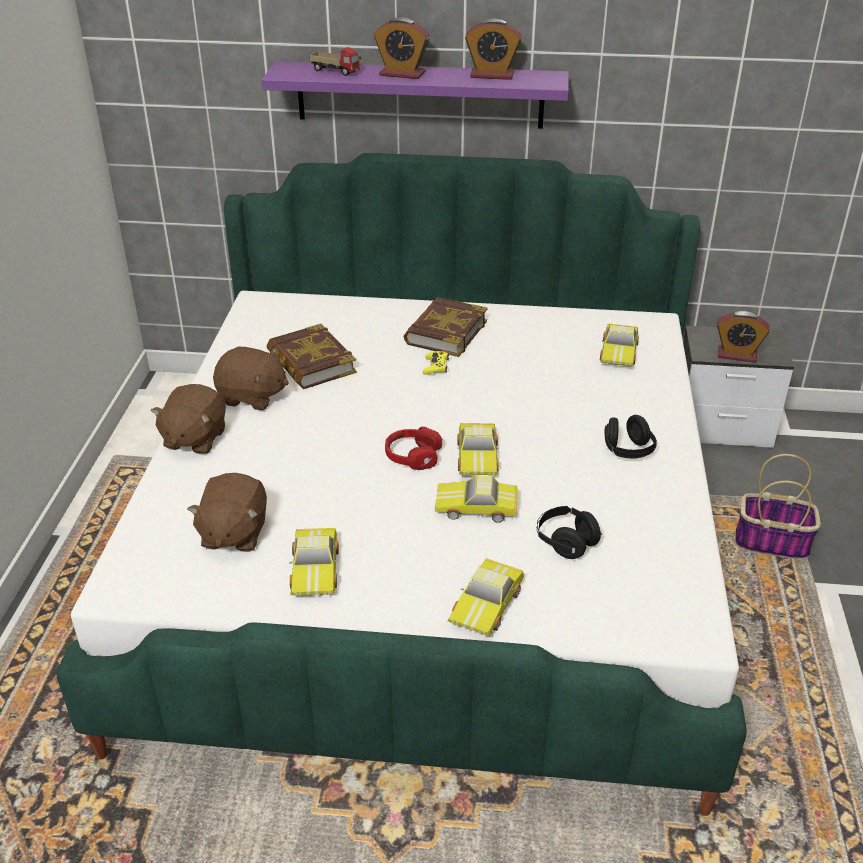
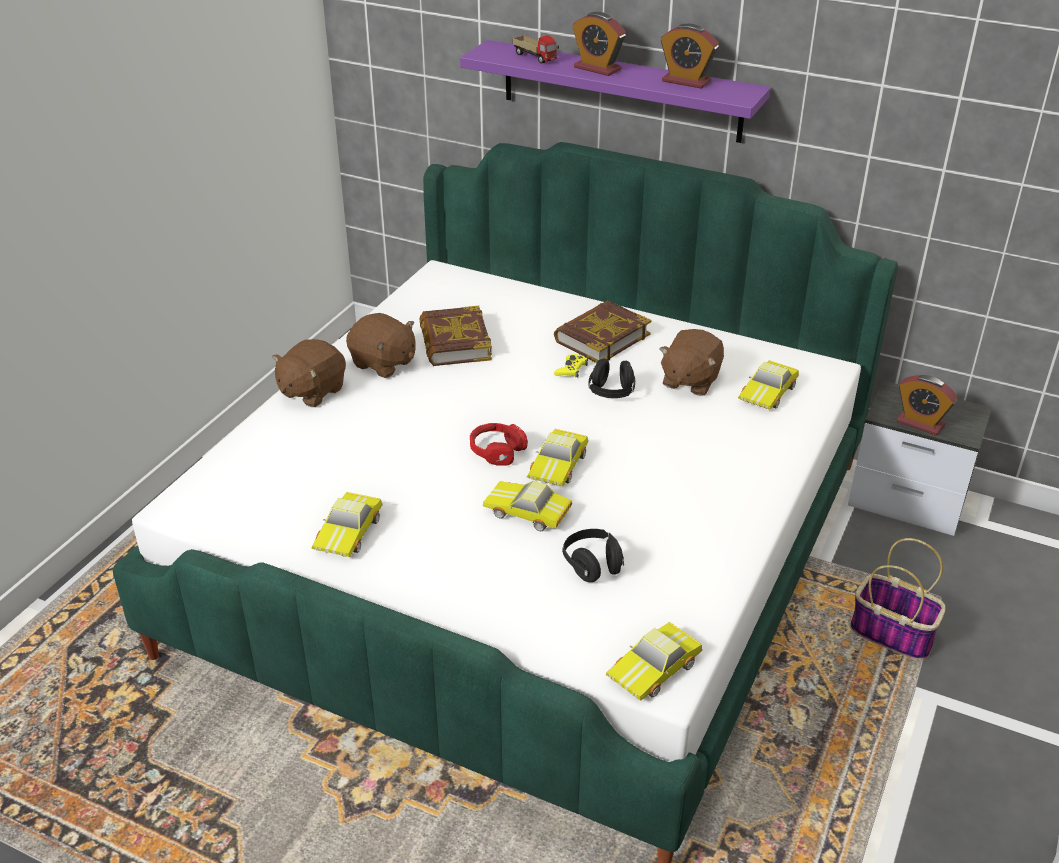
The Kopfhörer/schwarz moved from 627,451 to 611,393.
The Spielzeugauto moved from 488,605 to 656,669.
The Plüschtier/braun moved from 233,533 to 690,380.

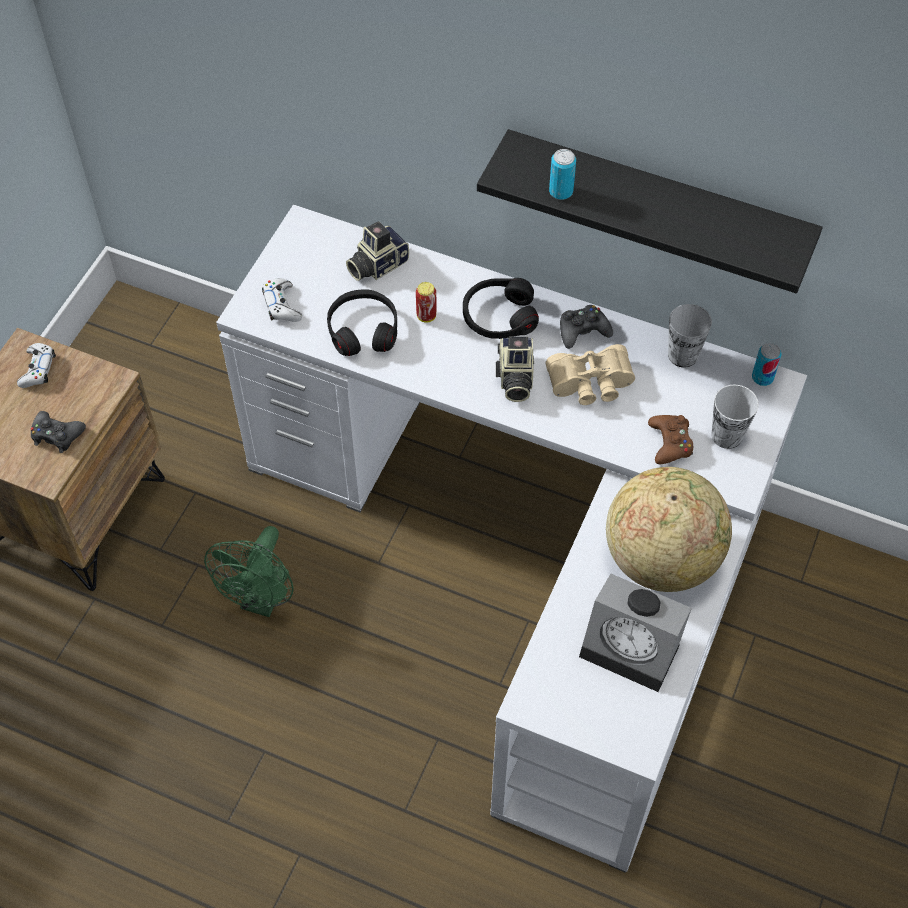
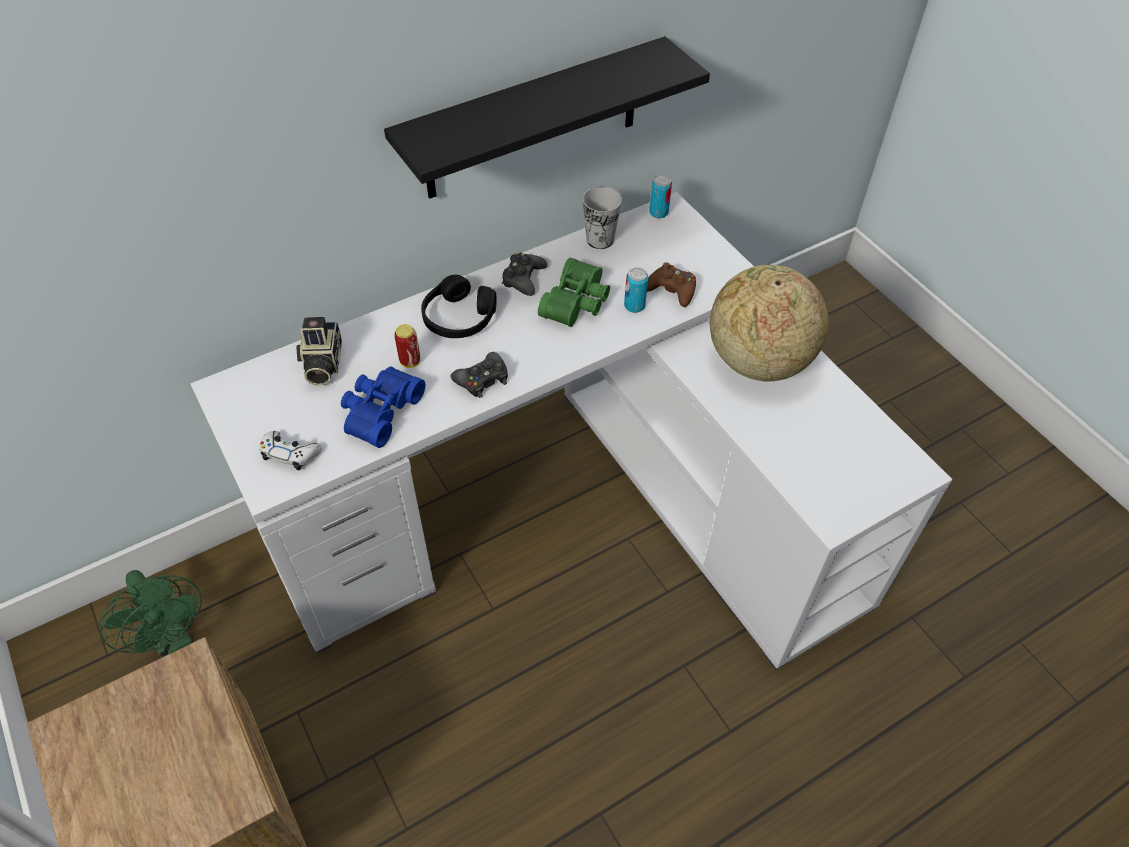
The Ventilator/grün moved from 262,600 to 172,638.
The Kopfhörer/schwarz at 363,330 was replaced by the Fernglas/blau at 379,411.
The Gamepad/schwarz moved from 57,435 to 482,379.
The Fernglas/beige at 591,385 became the Fernglas/grün at 578,303.
The Dose moved from 561,191 to 634,306.
The Gamepad/weiß at 37,369 disappeared.
The Kamera at 514,378 disappeared.
The Wecker at 634,648 disappeared.
The Tasse at 727,435 disappeared.

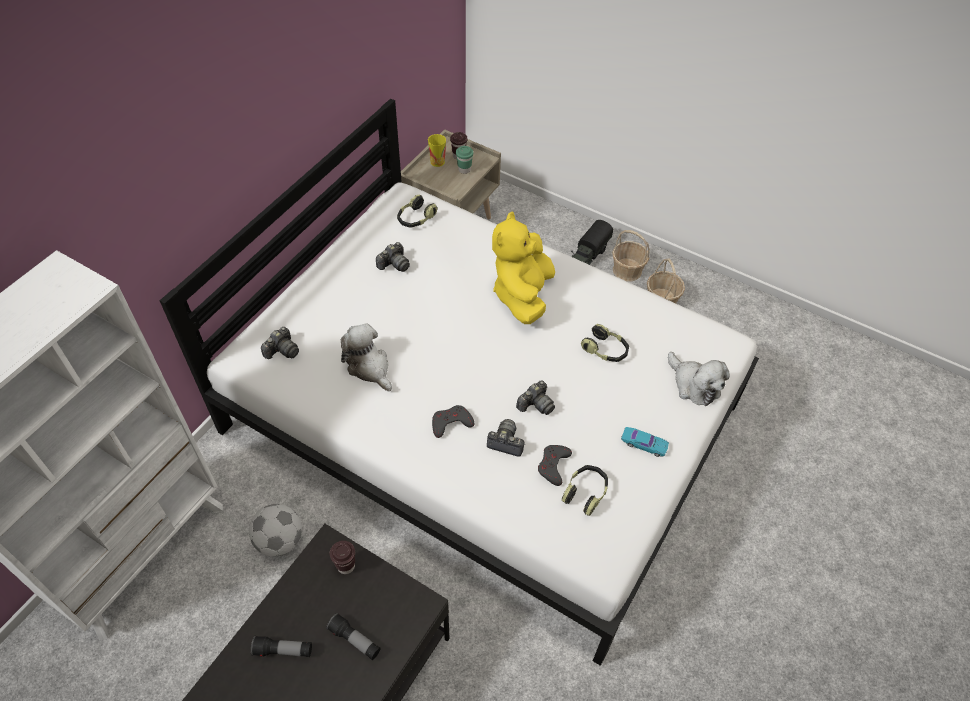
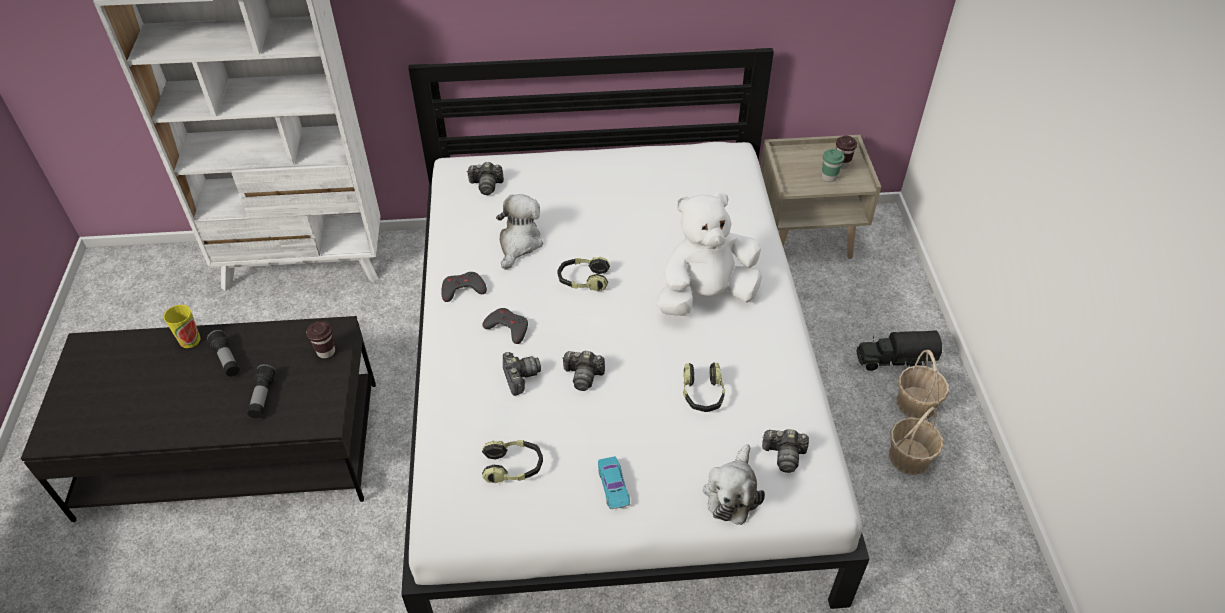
The Tasse moved from 437,162 to 190,340.
The Gamepad/grau moved from 553,466 to 463,289.
The Kopfhörer moved from 416,218 to 583,280.
The Plüschtier/gelb at 522,295 became the Plüschtier/weiß at 705,295.
The Kamera moved from 394,264 to 784,455.
The Fußball at 280,540 disappeared.

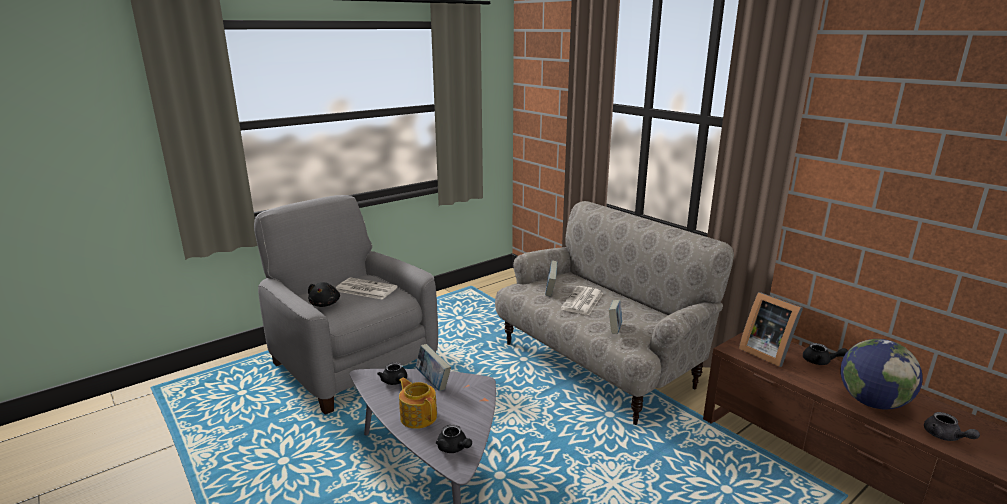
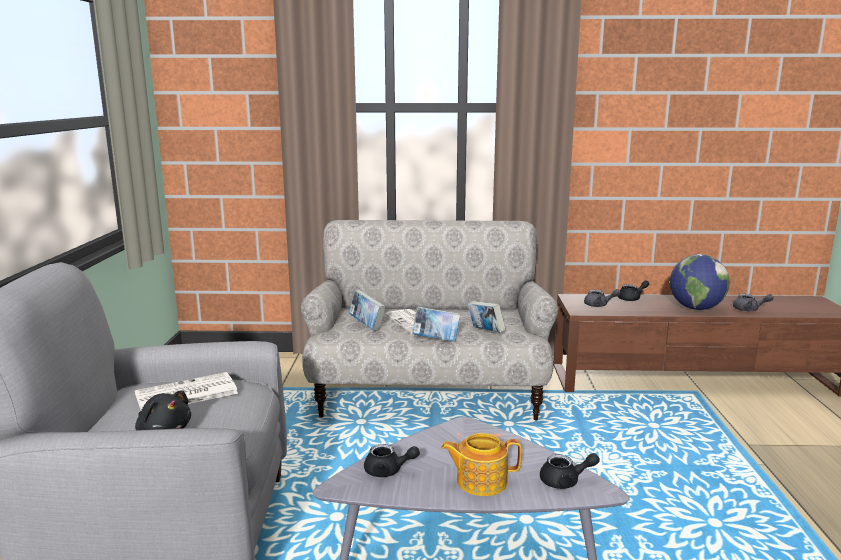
The Buch moved from 433,382 to 436,340.
The Bilderrahmen at 766,352 was replaced by the Teekanne/grau at 599,305.

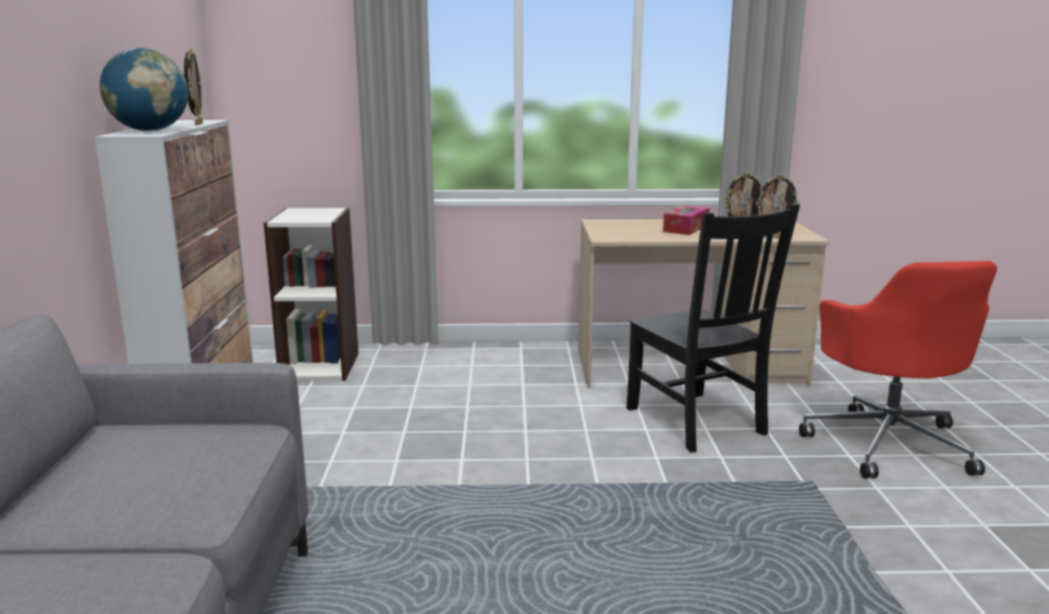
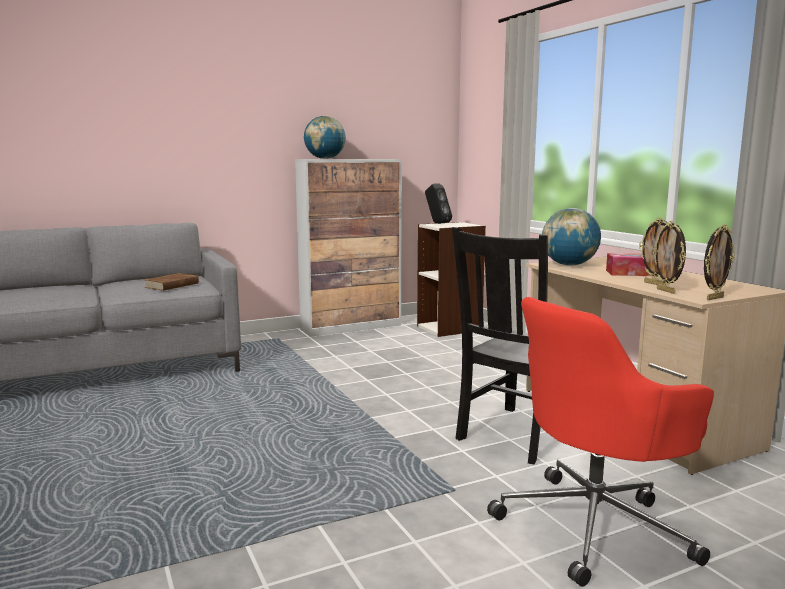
The Buch/braun at 172,285 appeared.
The Lautsprecher/schwarz at 436,223 appeared.
The Globus at 569,265 appeared.
The Bilderrahmen moved from 197,124 to 714,298.

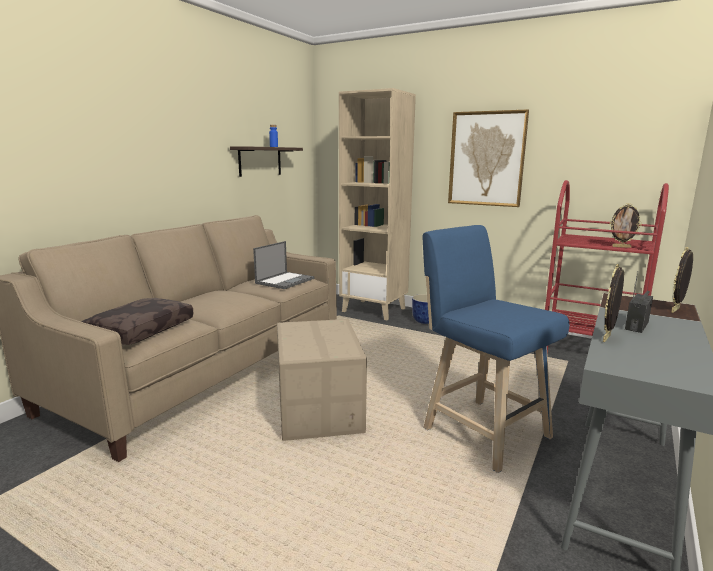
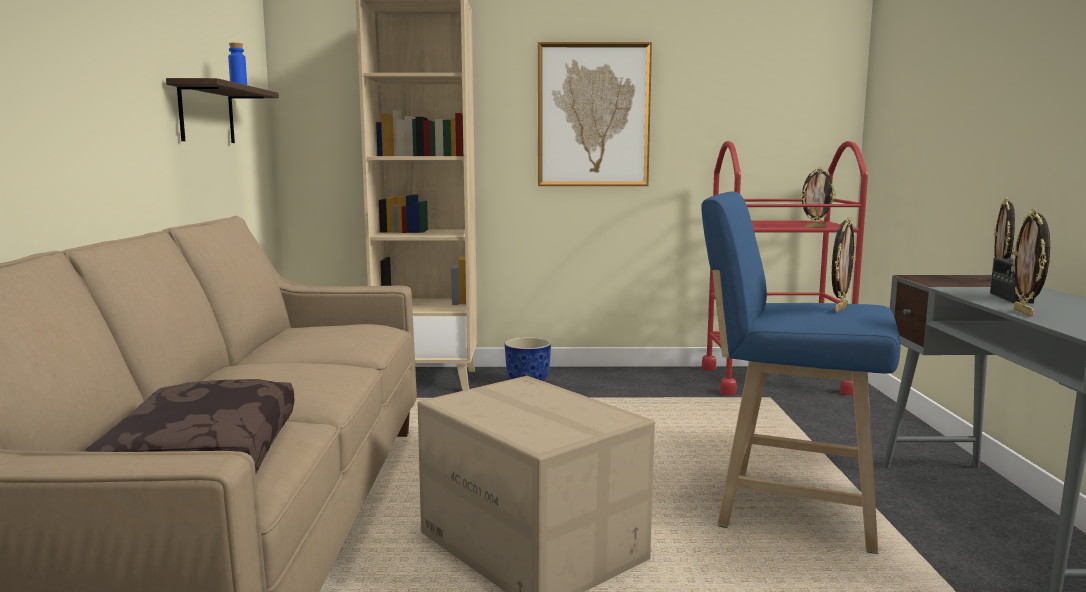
The Bilderrahmen at 839,309 appeared.
The Laptop at 285,281 disappeared.

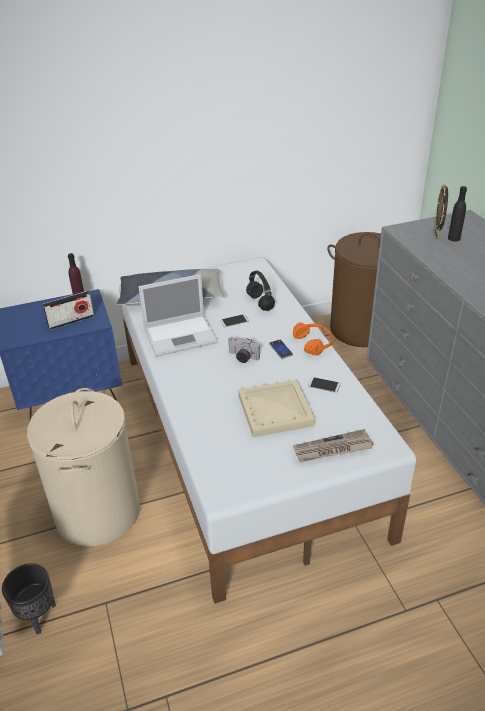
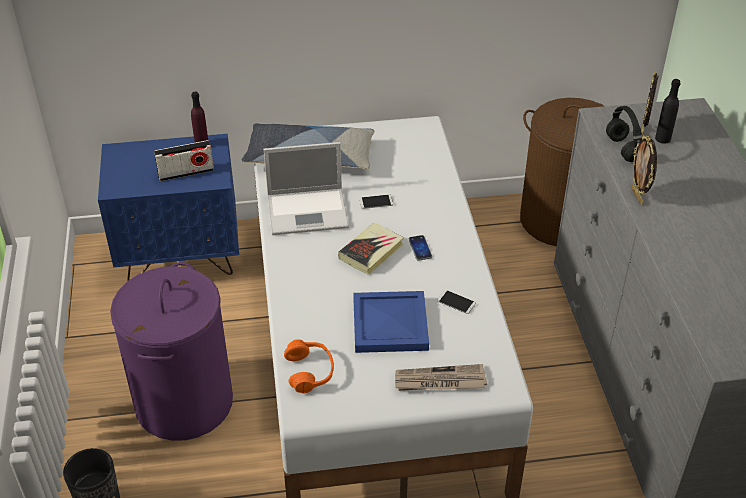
The Wäschekorb/beige at 98,512 became the Wäschekorb/lila at 184,403.
The Kopfhörer/orange moved from 313,343 to 310,372.
The Kamera at 242,357 was replaced by the Buch at 371,252.
The Tablett/beige at 276,409 became the Tablett/blau at 391,323.
The Kopfhörer/schwarz moved from 261,303 to 623,149.
The Bilderrahmen at 638,196 appeared.

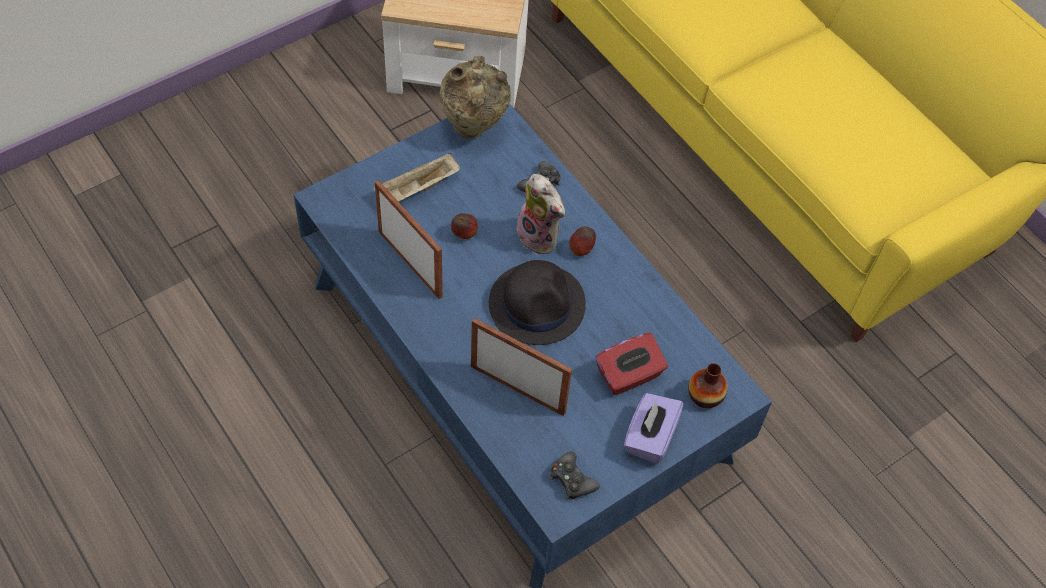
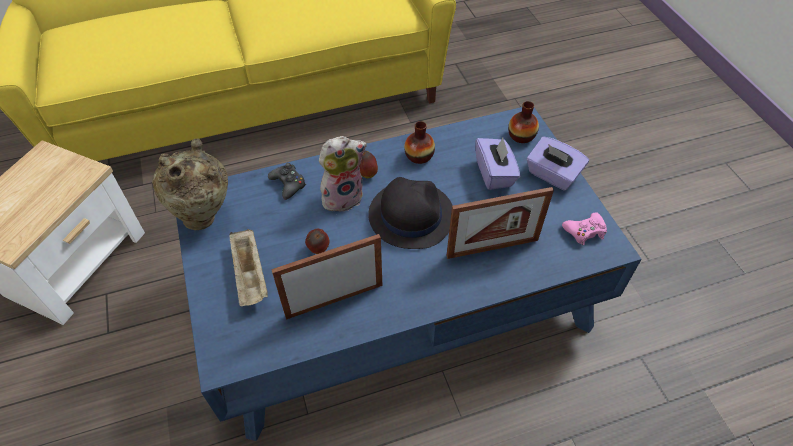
The Vase at 419,156 appeared.
The Bilderrahmen at 517,389 turned 150 degrees counterclockwise.
The Taschentuchbox/rot at 629,375 became the Taschentuchbox/lila at 494,173.
The Gamepad/schwarz at 572,480 became the Gamepad/rosa at 585,231.

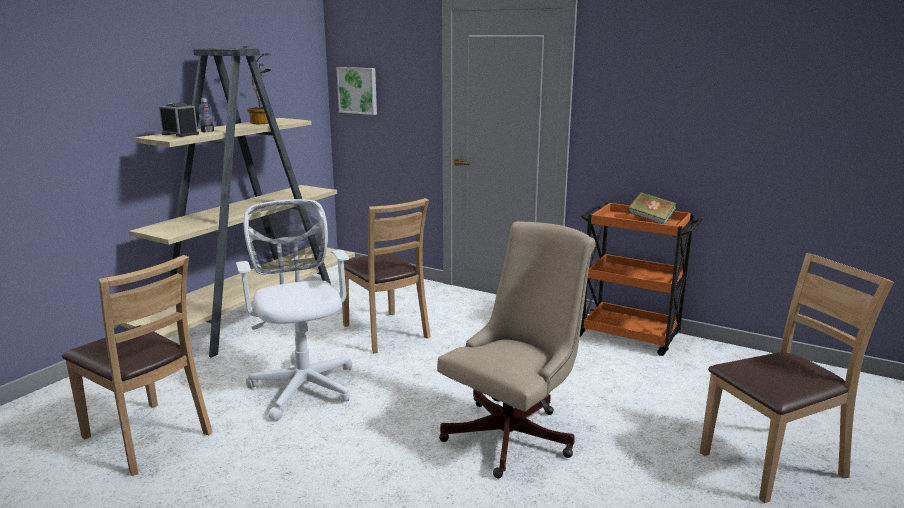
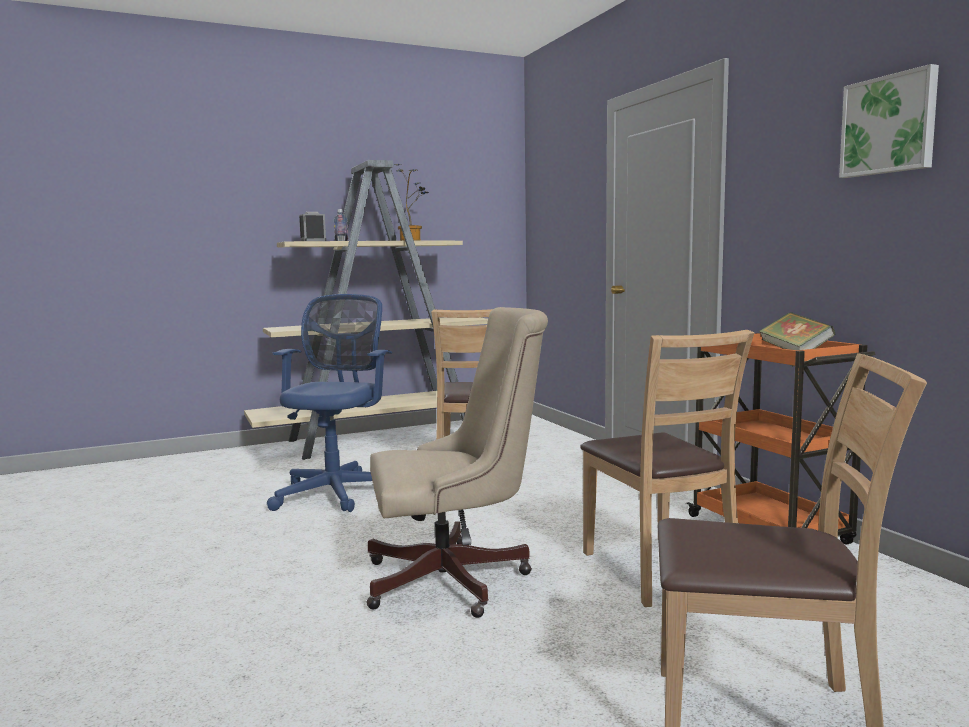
The Bürostuhl/weiß at 303,384 became the Bürostuhl/blau at 336,492.
The Stuhl/braun moved from 147,436 to 658,570.
The Bild moved from 358,90 to 889,125.

